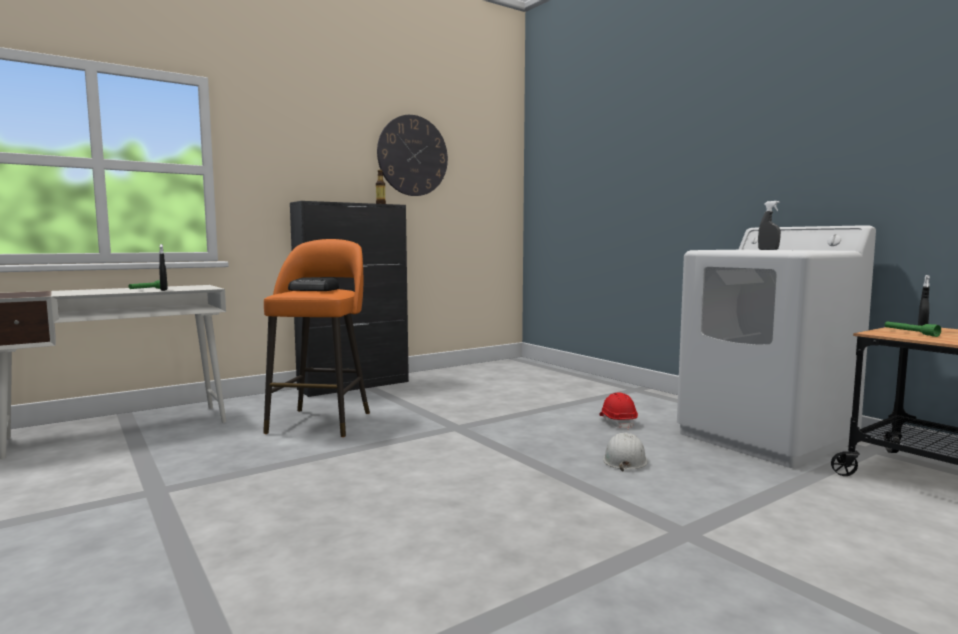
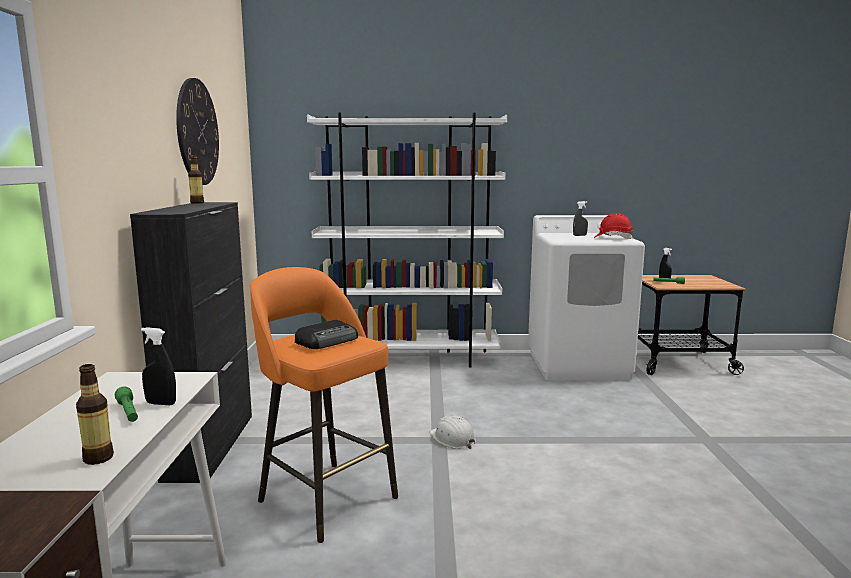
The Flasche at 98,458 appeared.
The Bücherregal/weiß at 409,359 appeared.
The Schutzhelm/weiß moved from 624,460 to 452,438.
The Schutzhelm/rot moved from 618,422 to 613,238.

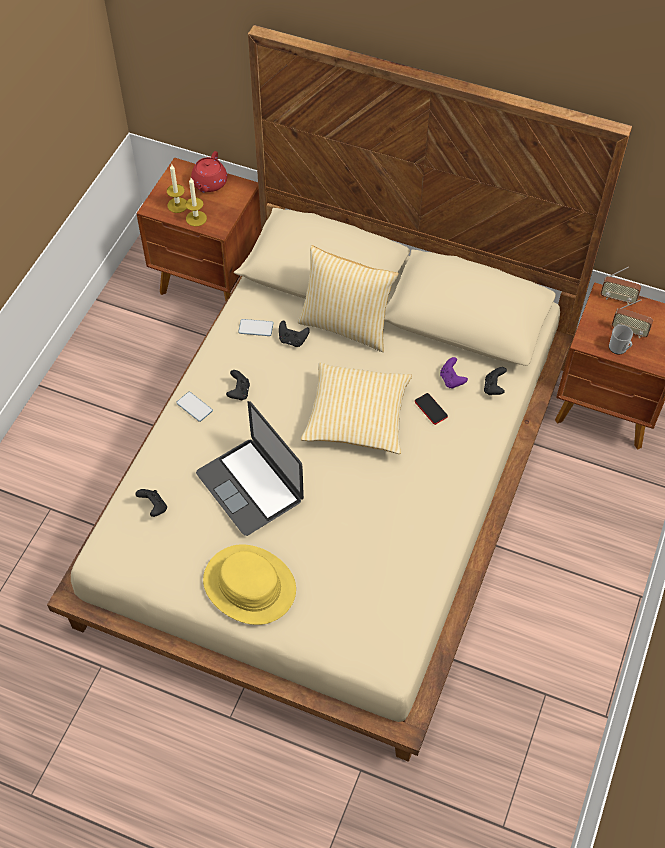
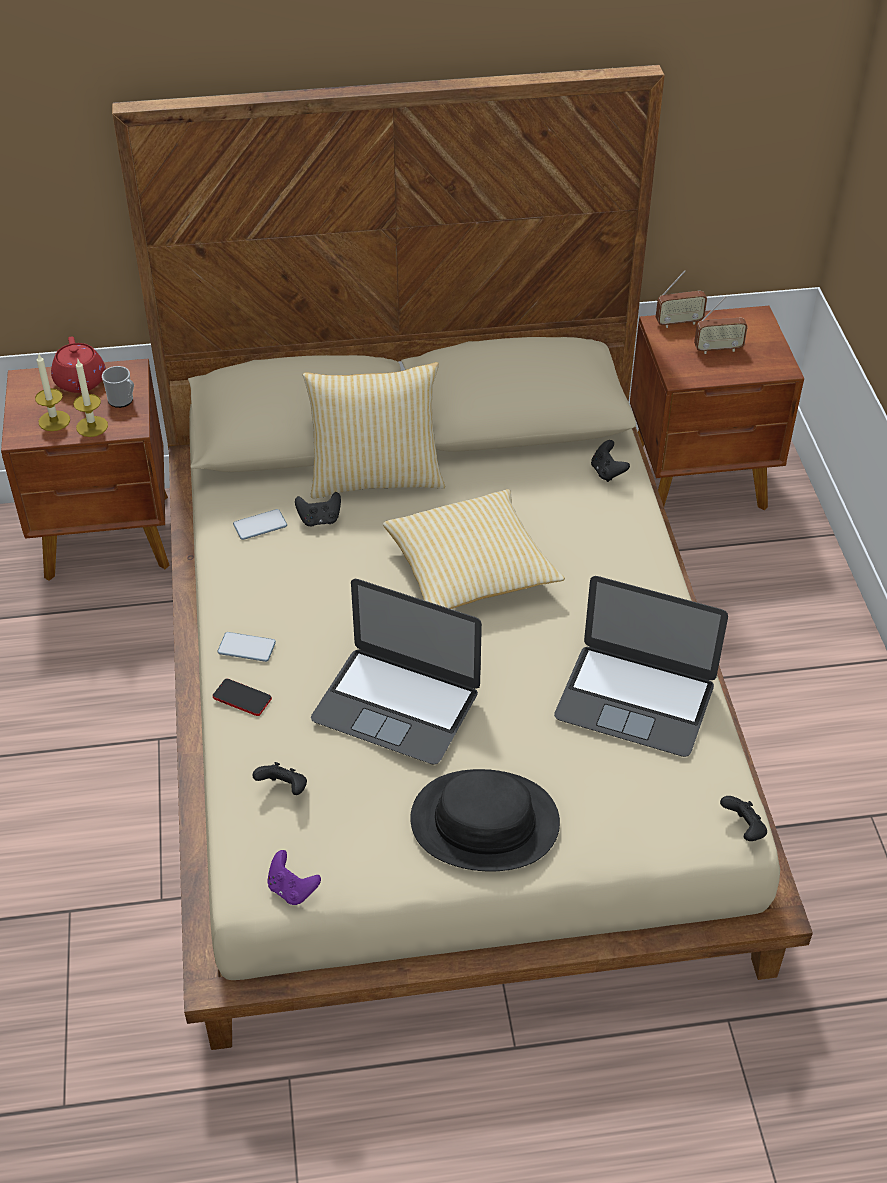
The Henkelbecher moved from 619,349 to 123,400.
The Handy moved from 431,409 to 242,698.
The Gamepad/lila moved from 451,380 to 292,889.
The Hut/gelb at 249,585 became the Hut/schwarz at 484,823.
The Laptop at 635,699 appeared.
The Gamepad/schwarz moved from 239,392 to 743,829.

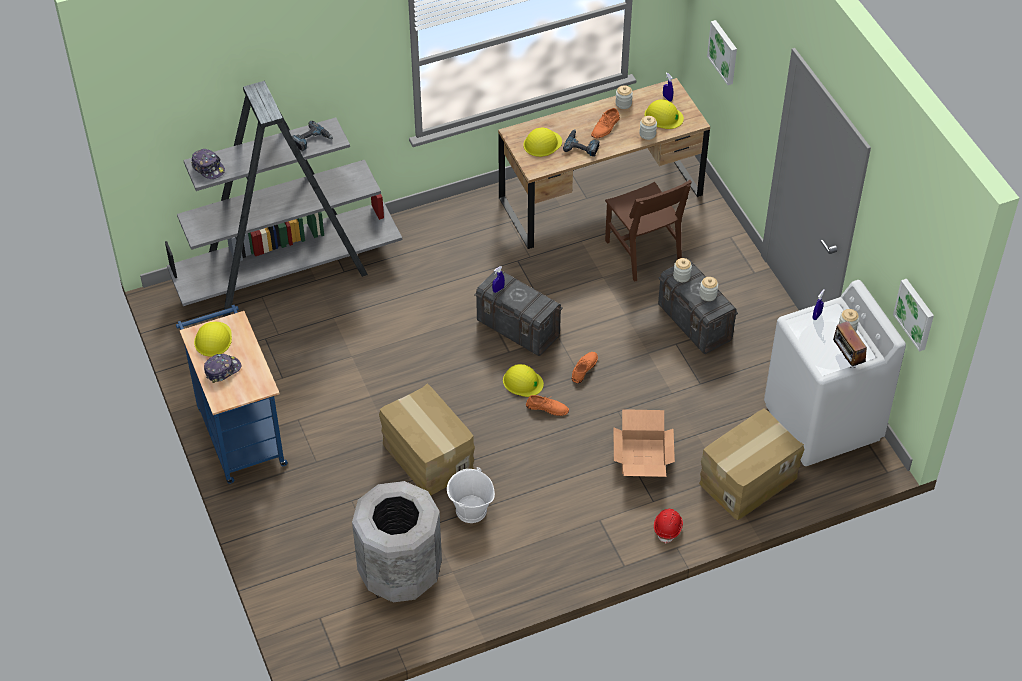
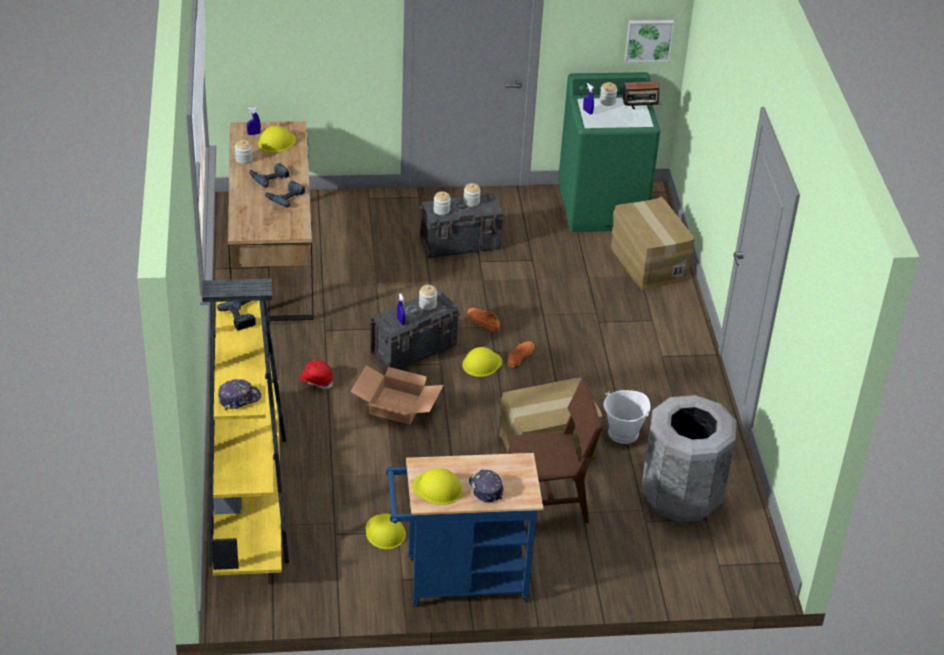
The Bücherregal/grau at 288,272 became the Bücherregal/gelb at 248,497.
The Schuh/orange at 605,127 was replaced by the Bohrmaschine at 269,177.
The Schutzhelm/rot moved from 668,528 to 316,380.
The Karton moved from 643,457 to 397,405.
The Schutzhelm/gelb moved from 542,143 to 385,532.
The Vorratsglas moved from 647,134 to 427,304.
The Stuhl/braun moved from 642,252 to 547,503.
The Waschmaschine/weiß at 823,422 became the Waschmaschine/grün at 602,208.
The Bild at 724,52 disappeared.

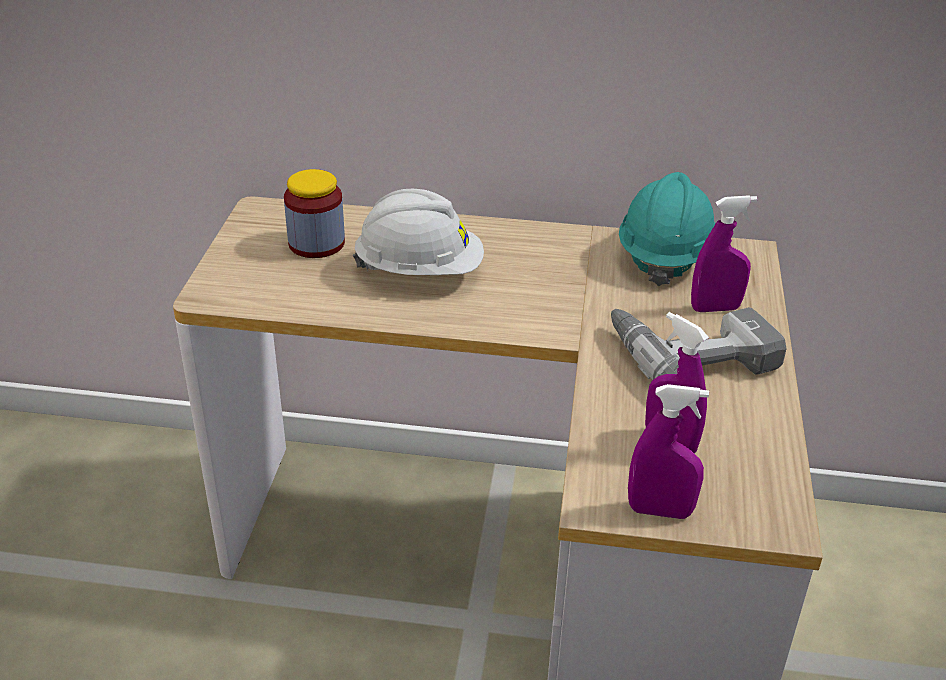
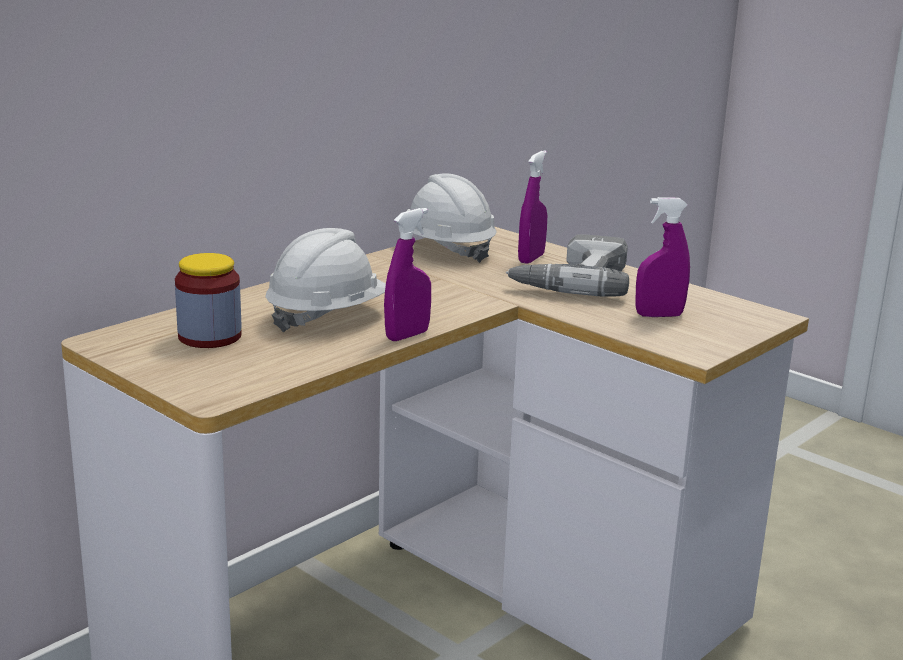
The Sprühflasche/lila moved from 660,511 to 407,335.
The Schutzhelm/türkis at 664,256 became the Schutzhelm/weiß at 446,249.

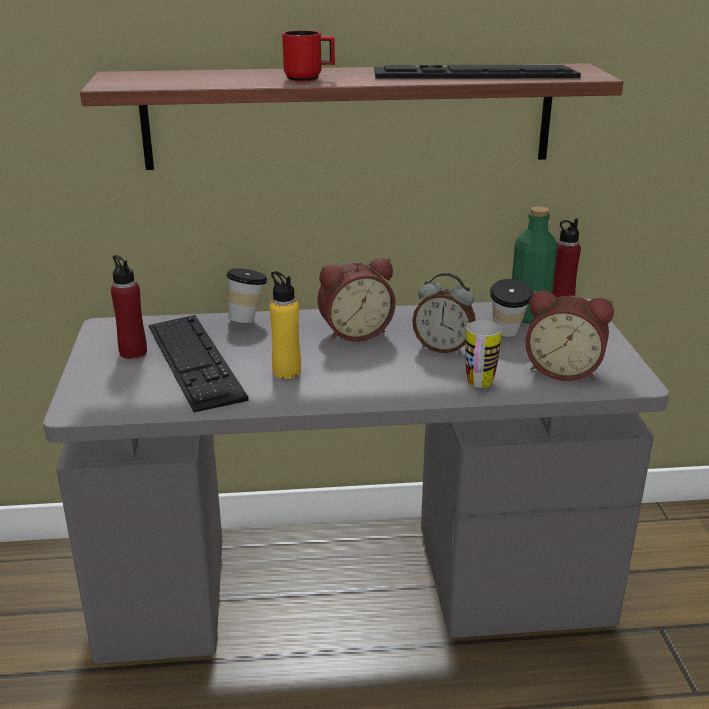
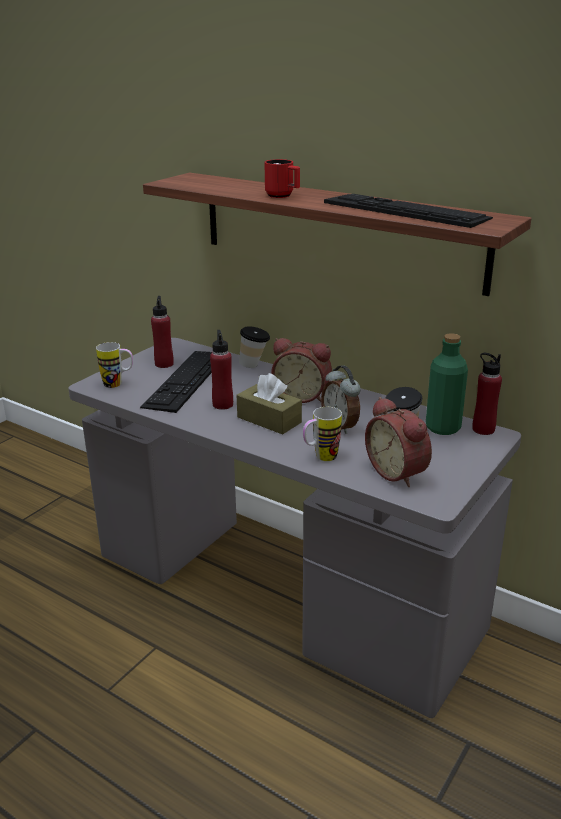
The Henkelbecher at 118,384 appeared.
The Flasche/gelb at 286,372 became the Flasche/rot at 223,404.
The Taschentuchbox/braun at 269,420 appeared.

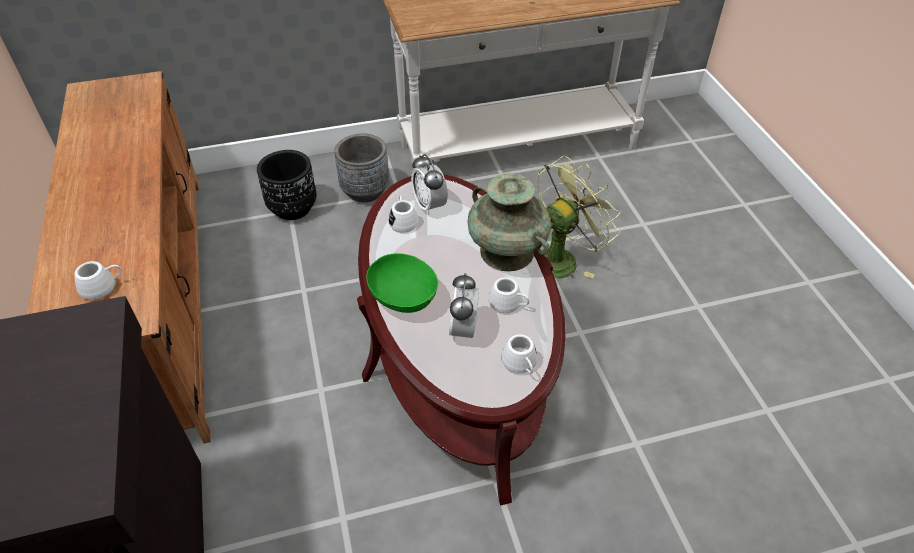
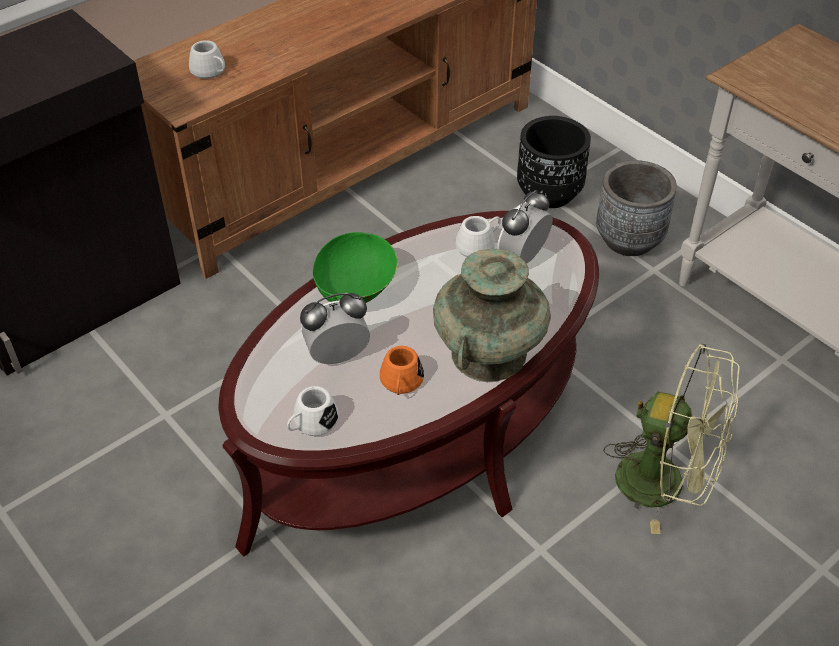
The Henkelbecher/weiß at 509,304 became the Henkelbecher/orange at 401,383.

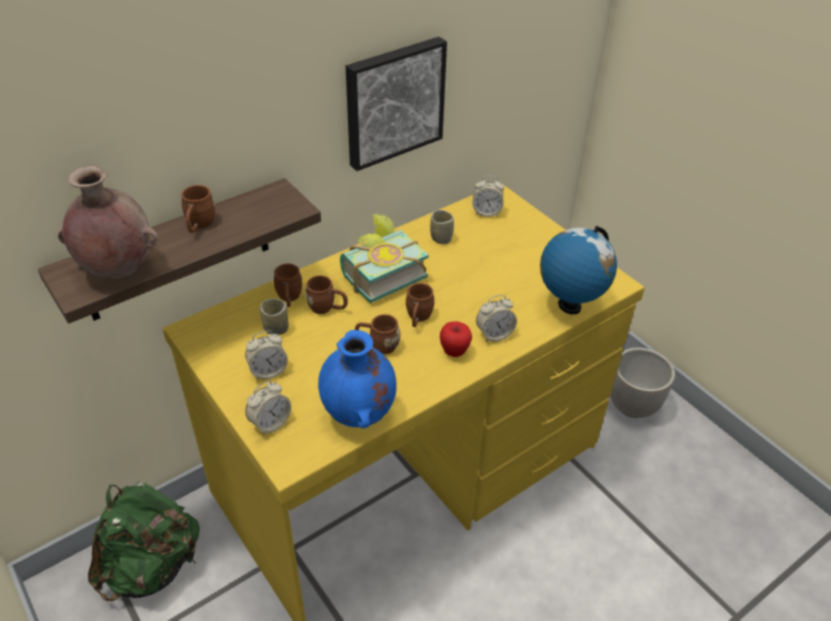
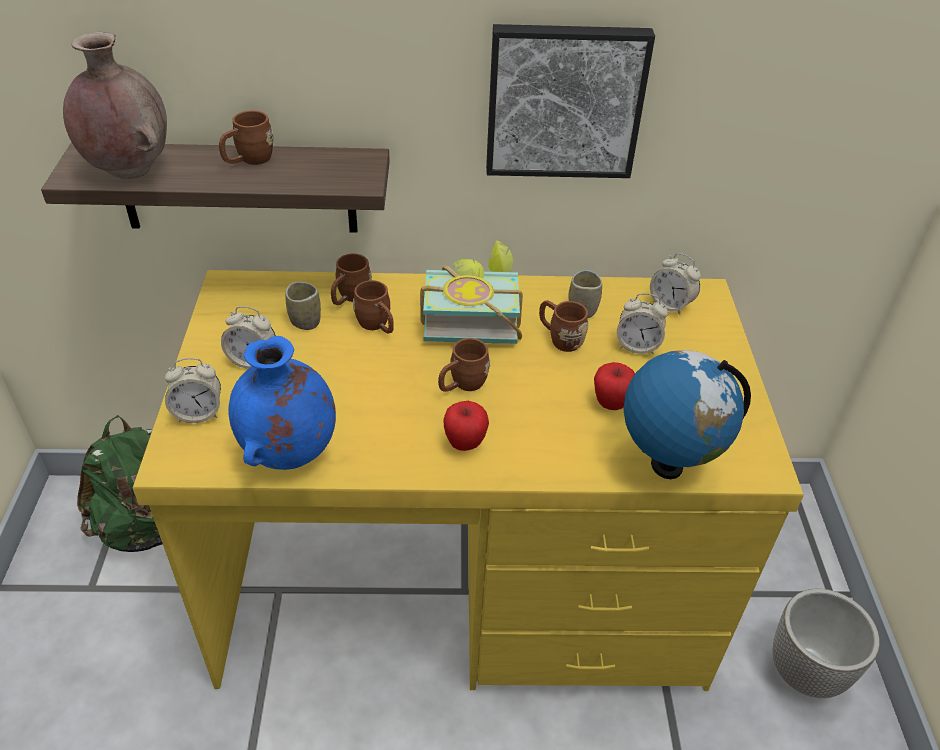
The Henkelbecher/braun moved from 377,345 to 560,338.
The Apfel at 611,403 appeared.
The Wecker moved from 494,334 to 637,346.

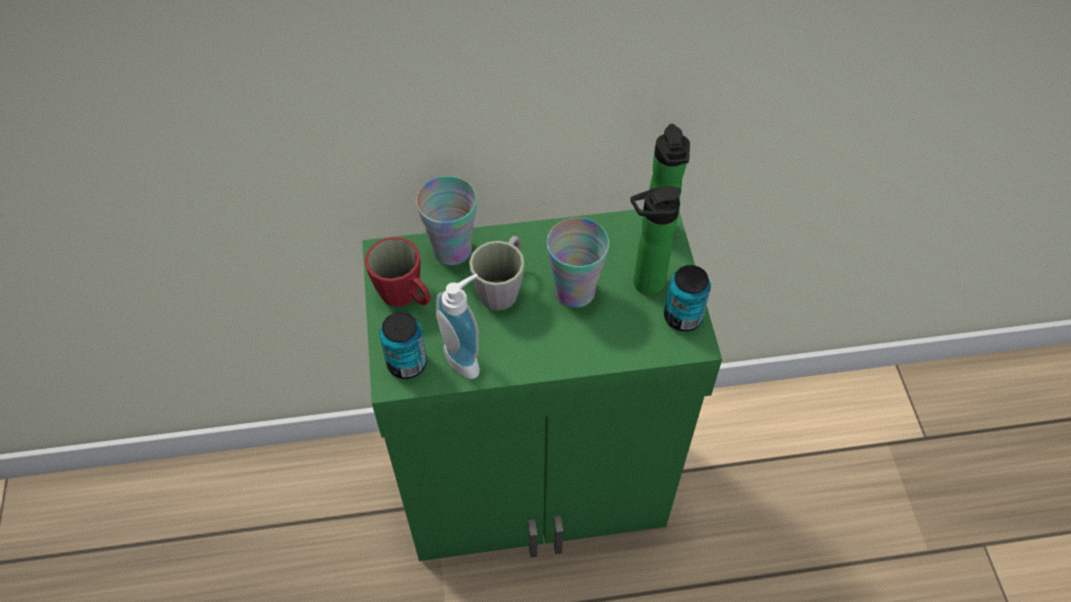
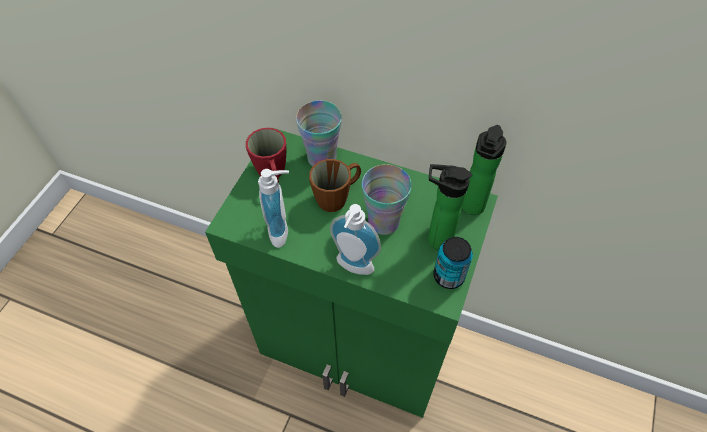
The Henkelbecher/grau at 503,287 became the Henkelbecher/braun at 337,196.
The Seifenspender at 353,268 appeared.
The Dose at 407,363 disappeared.

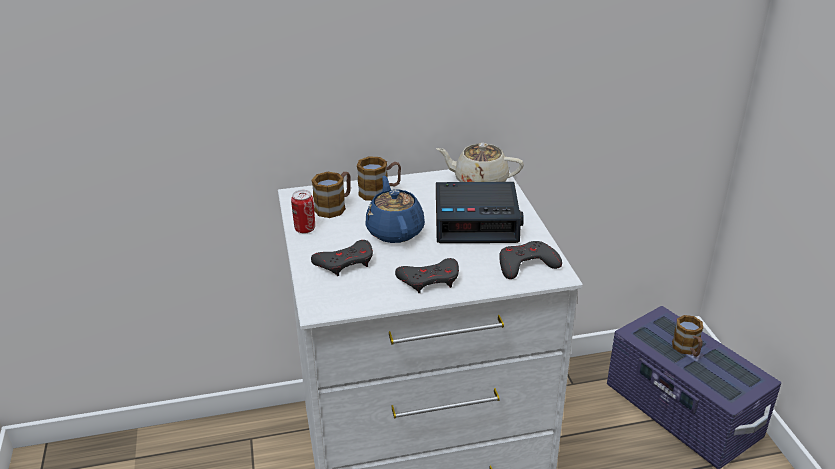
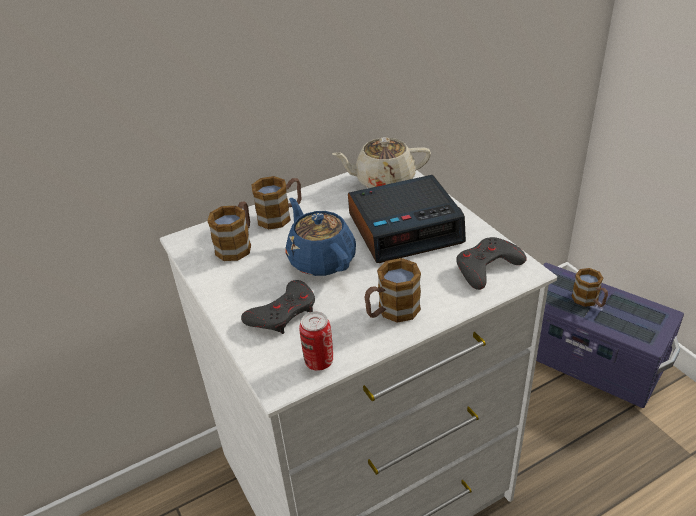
The Dose moved from 305,229 to 319,361.
The Gamepad/grau at 429,279 was replaced by the Henkelbecher at 392,312.

